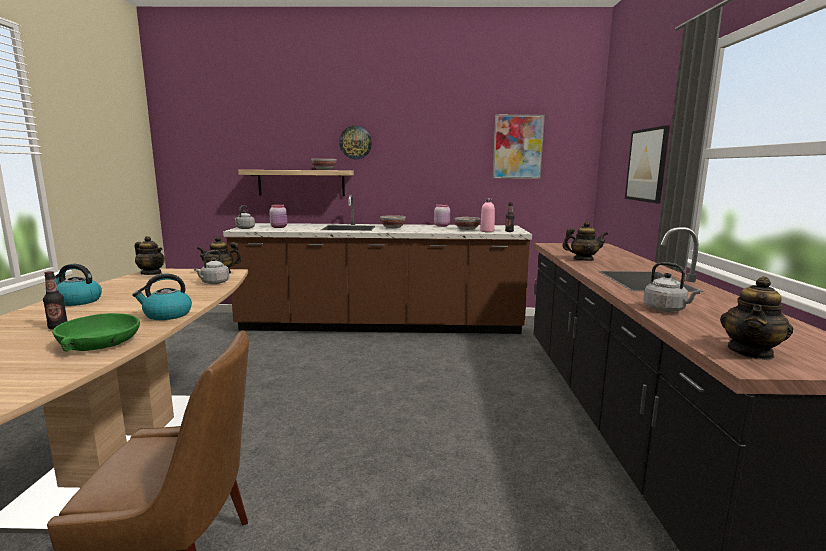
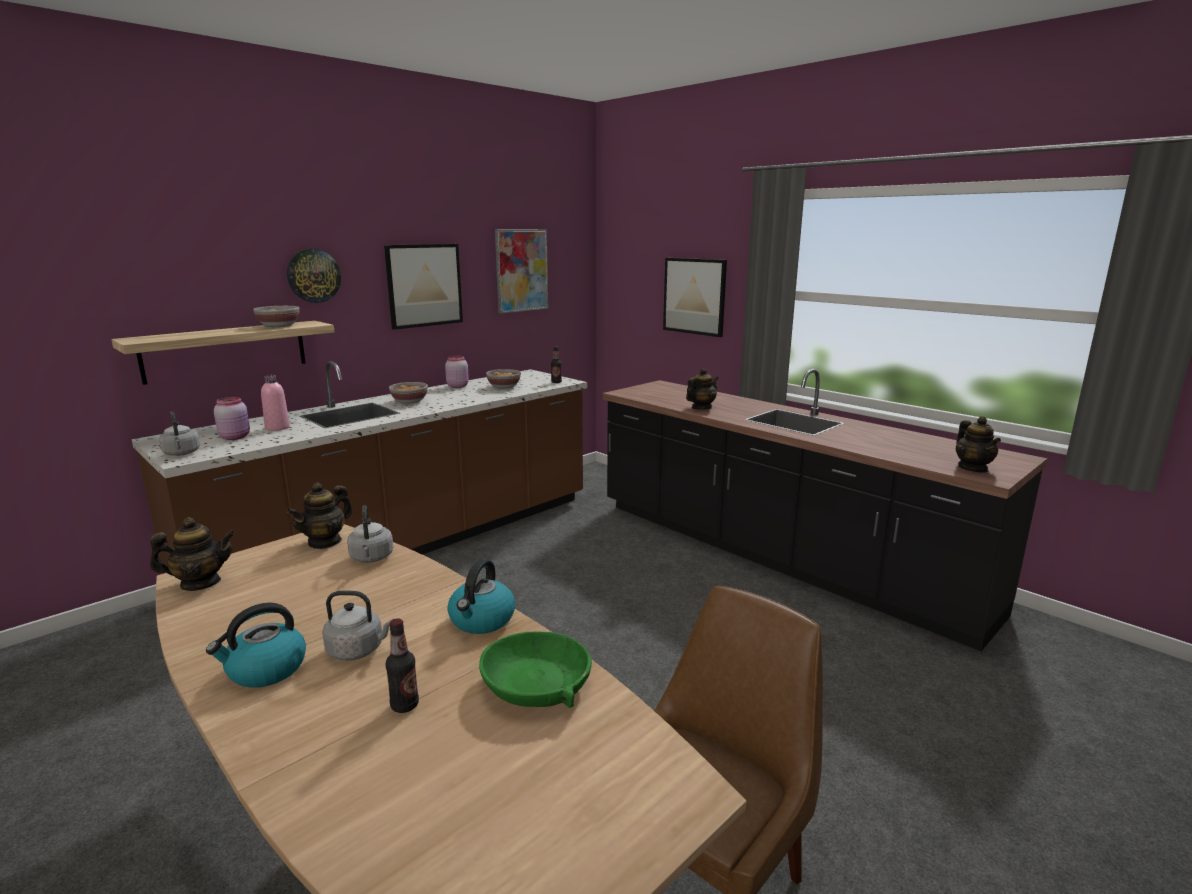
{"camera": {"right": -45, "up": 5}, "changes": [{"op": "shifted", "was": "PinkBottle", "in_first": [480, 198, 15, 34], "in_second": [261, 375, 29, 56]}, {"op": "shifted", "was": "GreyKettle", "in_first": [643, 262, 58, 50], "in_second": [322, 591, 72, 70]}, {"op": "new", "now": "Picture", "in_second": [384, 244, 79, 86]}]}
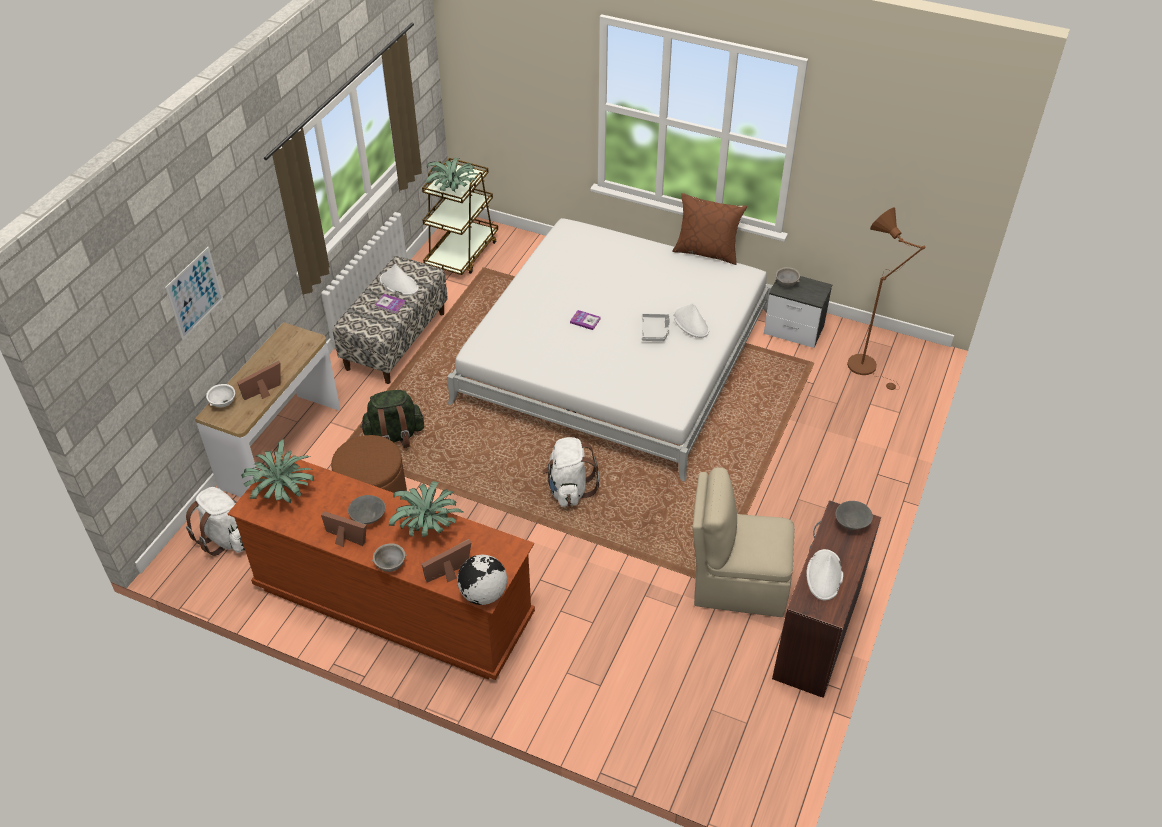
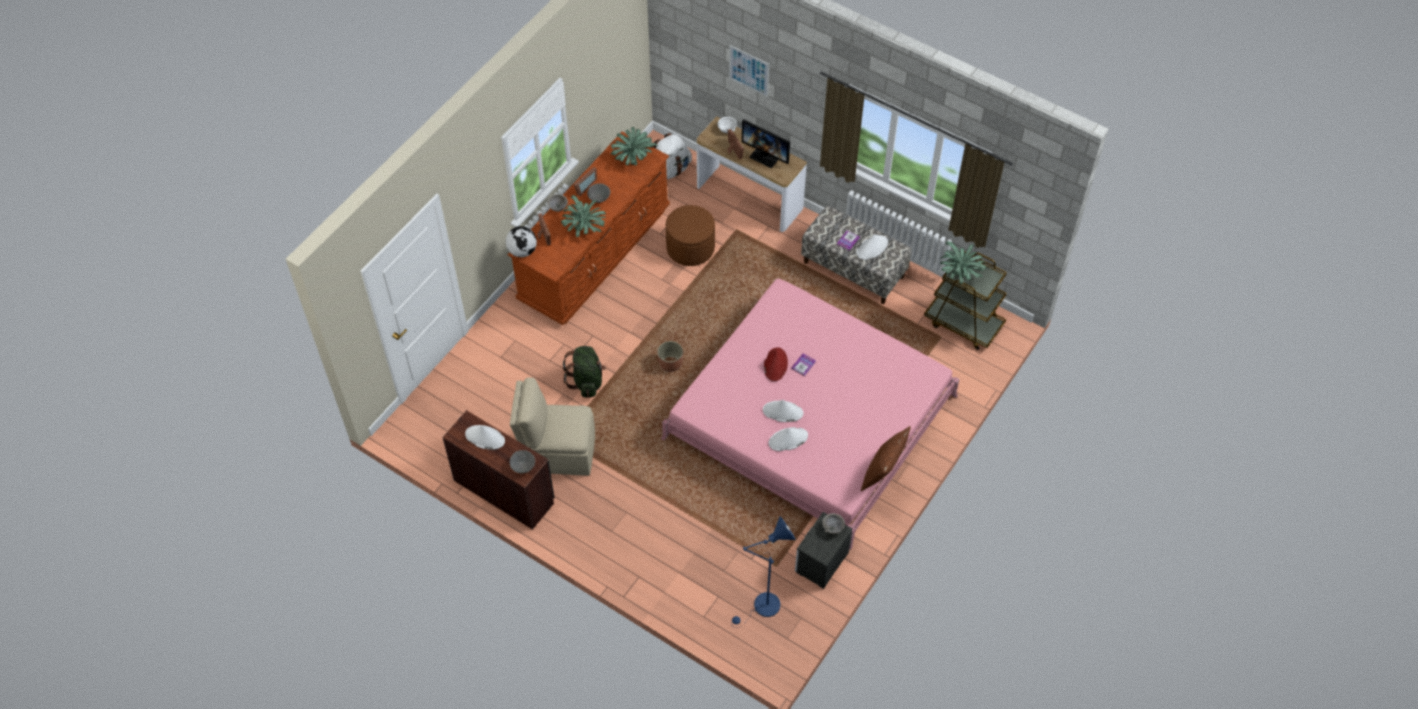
{"camera": {"right": 100, "up": 10}, "changes": [{"op": "repainted", "was": "BrownFloorLamp", "now": "BlueFloorLamp", "in_first": [847, 208, 79, 182], "in_second": [731, 516, 65, 111]}, {"op": "repainted", "was": "WhiteBed", "now": "PinkBed", "in_first": [447, 218, 326, 264], "in_second": [661, 279, 299, 271]}, {"op": "swapped", "was": "GreyTray", "now": "WhiteHat", "in_first": [642, 314, 28, 27], "in_second": [763, 400, 41, 22]}, {"op": "shifted", "was": "GreenBackpack", "in_first": [360, 390, 64, 58], "in_second": [563, 346, 43, 52]}, {"op": "swapped", "was": "WhiteBackpack", "now": "Planter", "in_first": [542, 437, 58, 70], "in_second": [657, 341, 26, 31]}, {"op": "rotated", "was": "BeigeChair", "in_first": [692, 467, 103, 150], "in_second": [510, 377, 85, 99], "clockwise": -105}, {"op": "new", "now": "Monitor", "in_second": [742, 119, 48, 49]}, {"op": "new", "now": "RedHat", "in_second": [764, 347, 24, 34]}]}
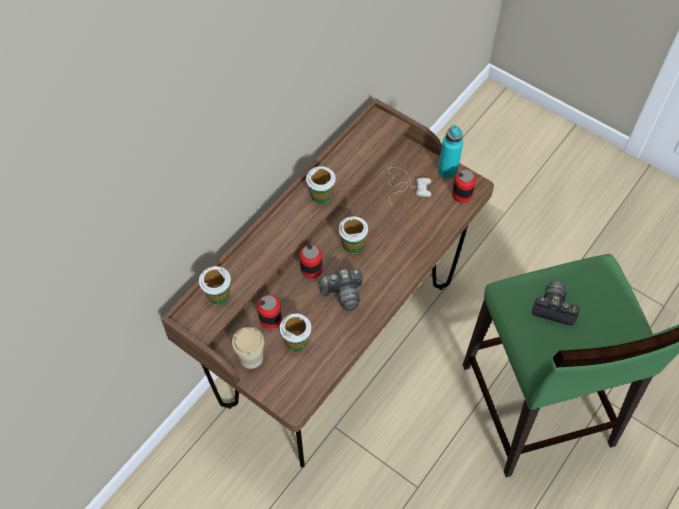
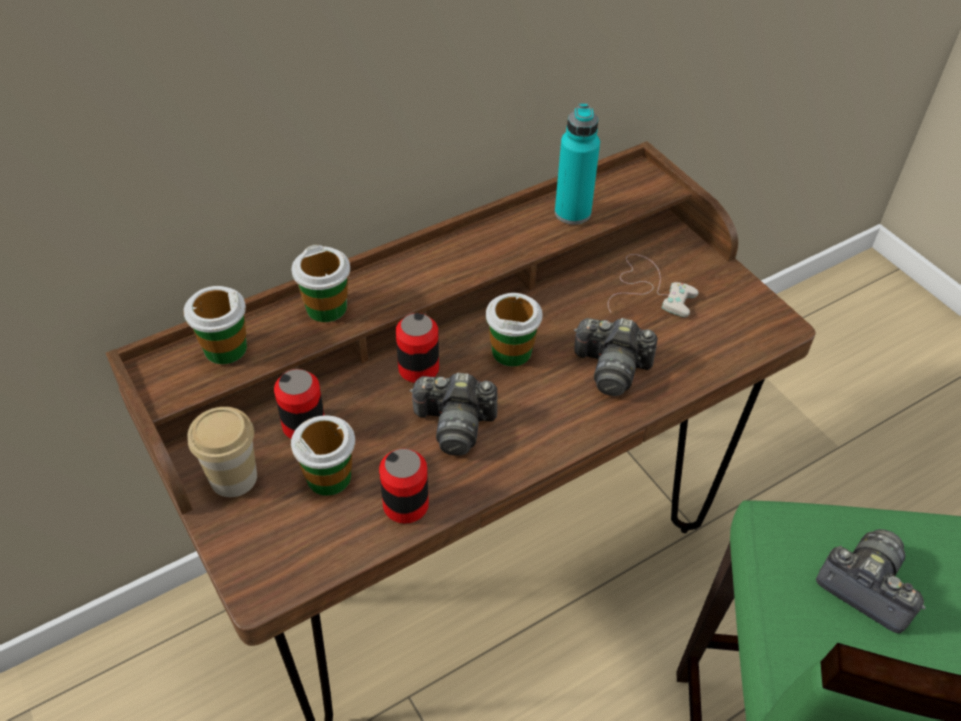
{"camera": {"right": 20, "up": -10}, "changes": [{"op": "shifted", "was": "TurquoiseBottle", "in_first": [438, 125, 25, 54], "in_second": [555, 103, 45, 122]}, {"op": "shifted", "was": "Cup", "in_first": [306, 166, 30, 38], "in_second": [291, 245, 59, 77]}, {"op": "shifted", "was": "Can", "in_first": [452, 170, 24, 33], "in_second": [379, 449, 50, 74]}, {"op": "new", "now": "PhotoCamera", "in_second": [574, 318, 84, 78]}]}
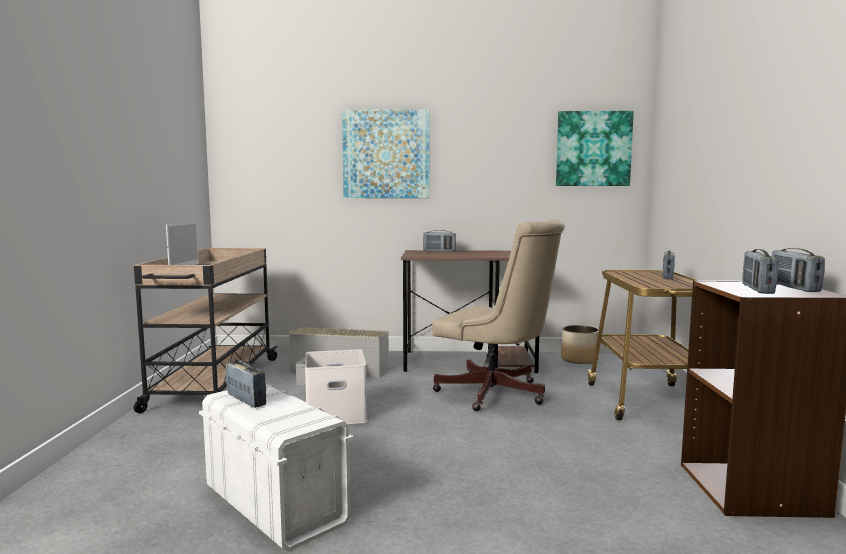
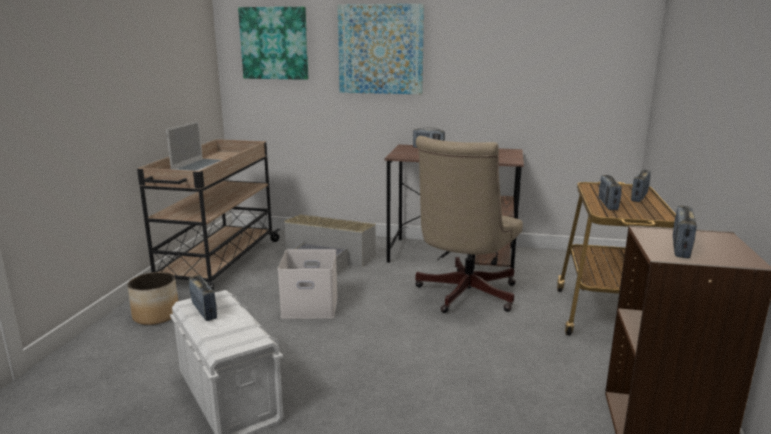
{"camera": {"right": 10, "up": 10}, "changes": [{"op": "shifted", "was": "Picture", "in_first": [556, 111, 78, 75], "in_second": [238, 7, 70, 73]}, {"op": "rotated", "was": "BeigeOfficeChair", "in_first": [432, 219, 133, 192], "in_second": [415, 136, 108, 177], "clockwise": 75}, {"op": "shifted", "was": "Radio", "in_first": [772, 248, 53, 44], "in_second": [599, 175, 23, 35]}, {"op": "shifted", "was": "Planter", "in_first": [561, 325, 38, 39], "in_second": [128, 272, 50, 53]}]}
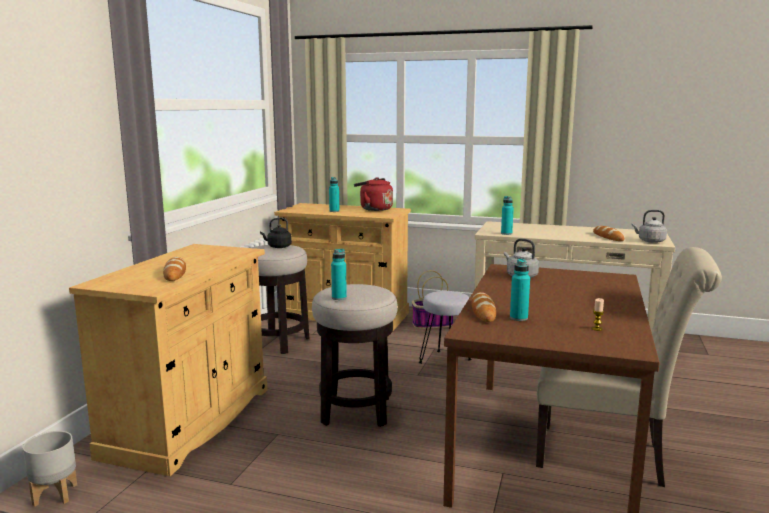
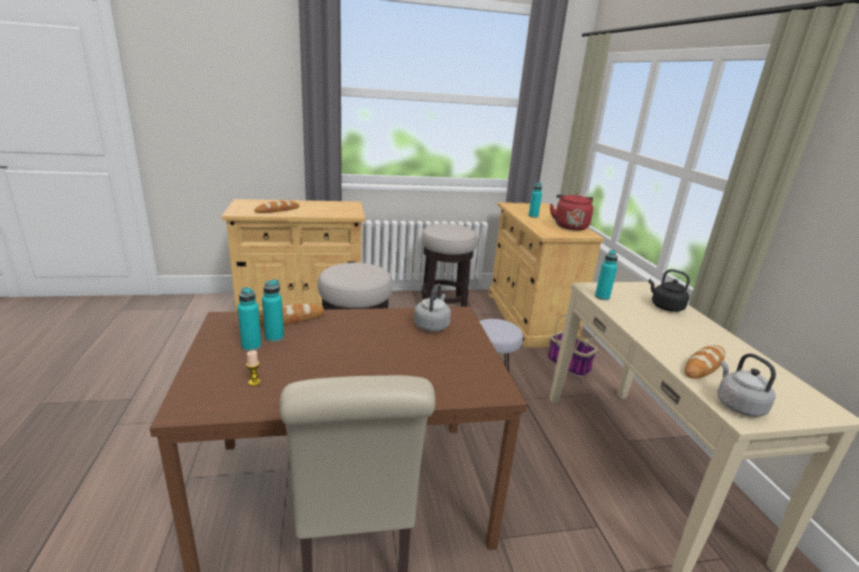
{"camera": {"right": 60, "up": 10}, "changes": [{"op": "shifted", "was": "BlackKettle", "in_first": [260, 218, 32, 30], "in_second": [648, 269, 42, 43]}, {"op": "shifted", "was": "TurquoiseBottle", "in_first": [331, 249, 16, 51], "in_second": [238, 287, 24, 64]}, {"op": "gone", "was": "GreyPlanter", "in_first": [23, 431, 54, 76]}]}
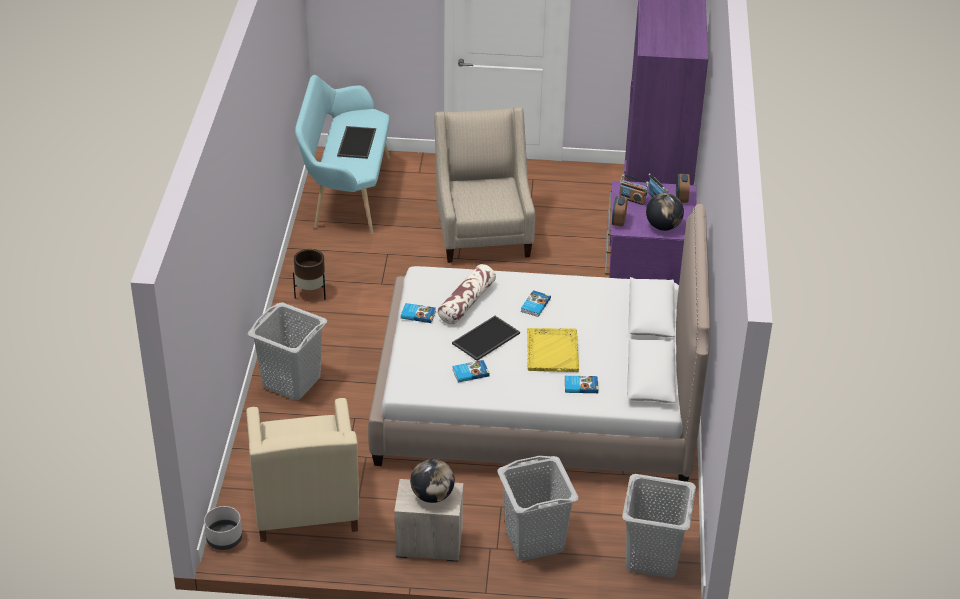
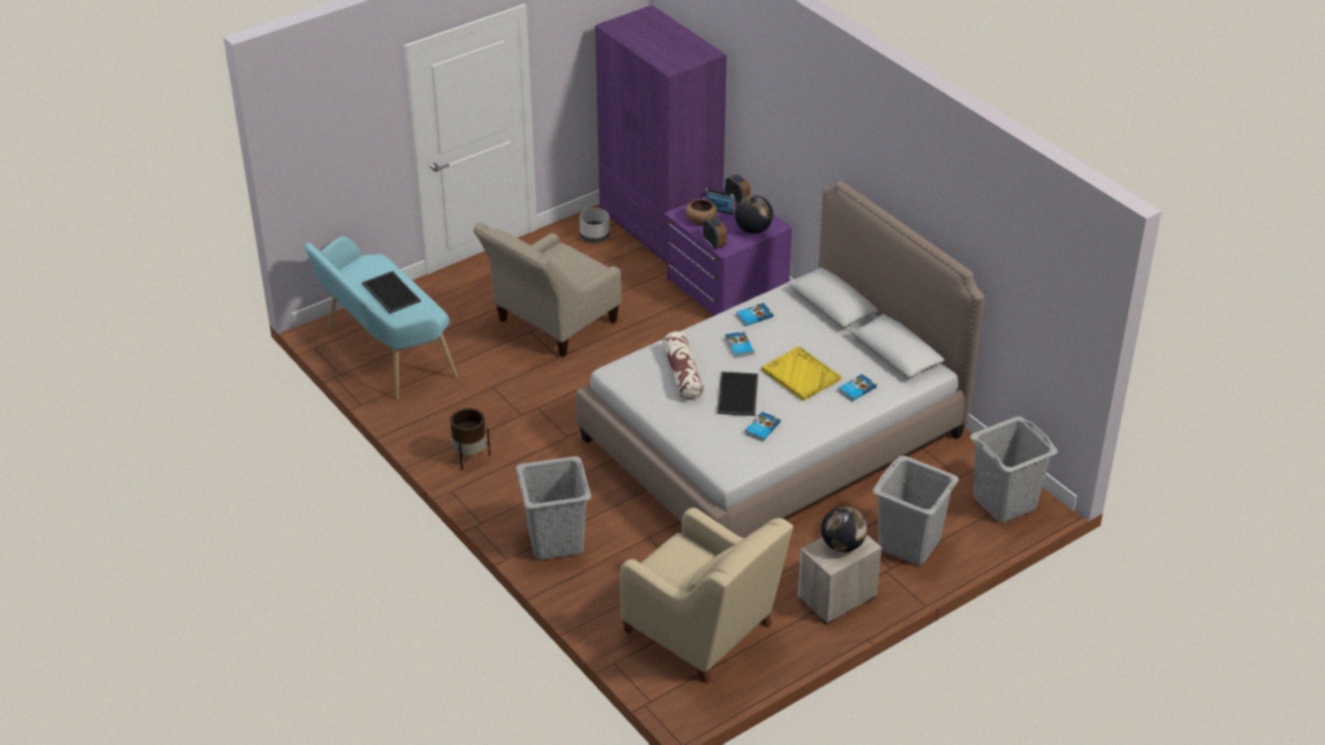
{"camera": {"right": -40, "up": 0}, "changes": [{"op": "rotated", "was": "BeigeArmchair", "in_first": [434, 107, 101, 156], "in_second": [473, 222, 148, 135], "clockwise": -90}, {"op": "swapped", "was": "Radio", "now": "BrownBowl", "in_first": [619, 174, 30, 31], "in_second": [685, 199, 32, 26]}, {"op": "shifted", "was": "Book", "in_first": [401, 303, 35, 20], "in_second": [736, 303, 37, 23]}, {"op": "shifted", "was": "GreyPlanter", "in_first": [204, 506, 38, 44], "in_second": [579, 208, 31, 35]}]}
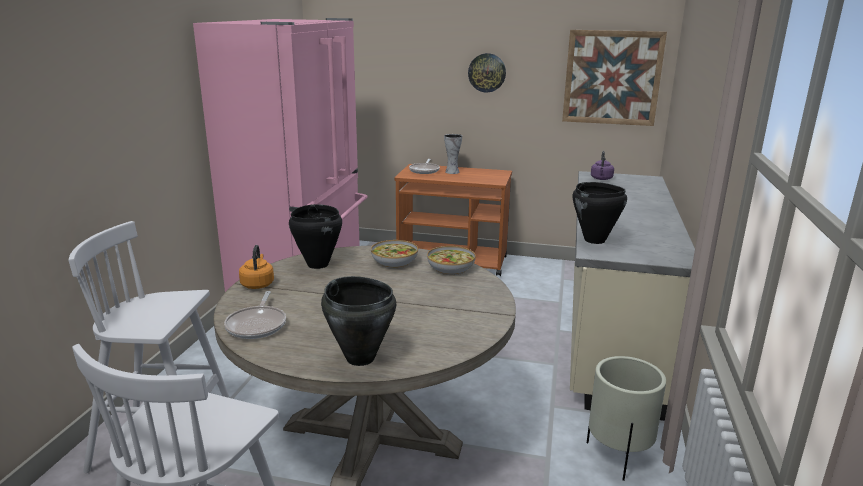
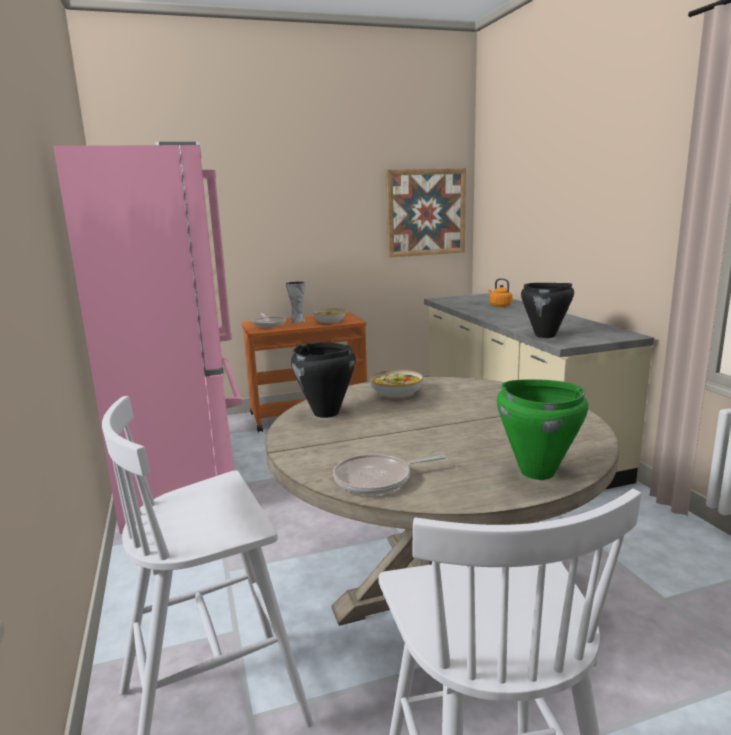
{"camera": {"right": -30, "up": -5}, "changes": [{"op": "gone", "was": "WallClock", "in_first": [468, 53, 38, 40]}, {"op": "gone", "was": "PurpleKettle", "in_first": [591, 151, 23, 29]}, {"op": "shifted", "was": "OrangeKettle", "in_first": [239, 245, 35, 44], "in_second": [488, 278, 25, 29]}, {"op": "shifted", "was": "Bowl", "in_first": [427, 246, 49, 29], "in_second": [313, 308, 33, 16]}, {"op": "repainted", "was": "BlackCookingPot", "now": "GreenCookingPot", "in_first": [321, 276, 75, 90], "in_second": [497, 379, 91, 101]}, {"op": "rotated", "was": "FryingPan", "in_first": [224, 291, 62, 48], "in_second": [333, 454, 113, 41], "clockwise": 105}, {"op": "gone", "was": "BeigePlanter", "in_first": [587, 356, 79, 125]}]}
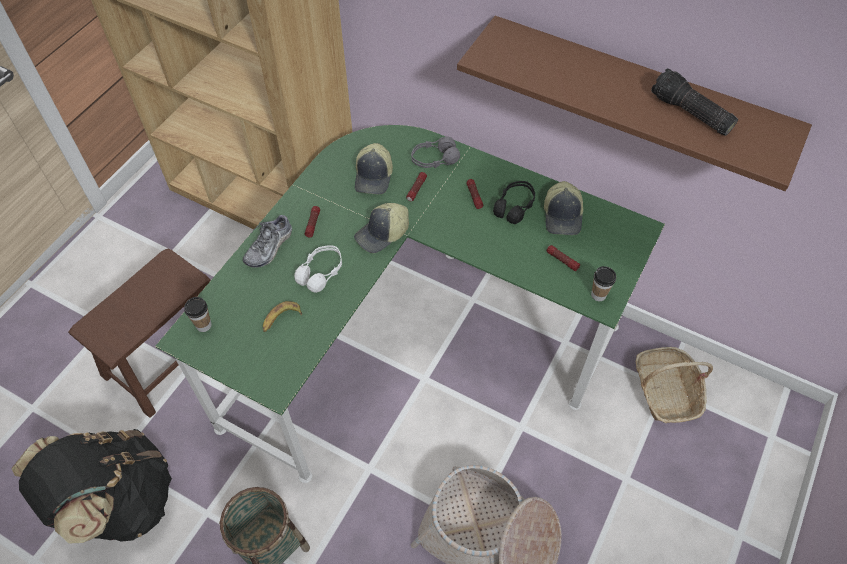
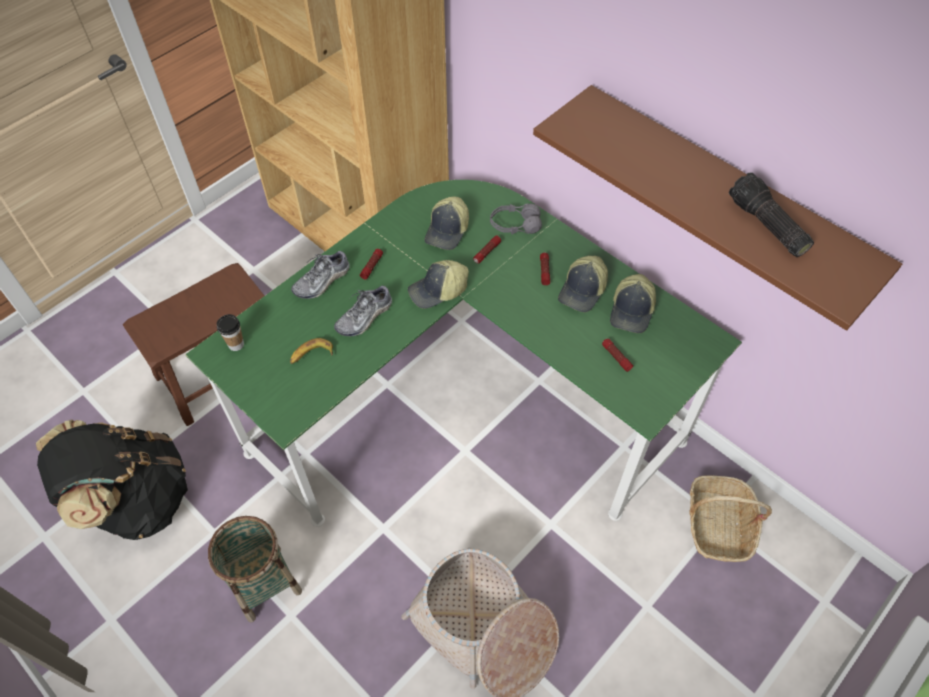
{"camera": {"right": 15, "up": 0}, "changes": [{"op": "swapped", "was": "BlackHeadphones", "now": "Cap", "in_first": [493, 181, 42, 43], "in_second": [558, 256, 50, 56]}, {"op": "swapped", "was": "WhiteHeadphones", "now": "Shoe", "in_first": [294, 245, 48, 48], "in_second": [334, 285, 58, 51]}, {"op": "gone", "was": "Cup", "in_first": [591, 266, 25, 35]}]}
